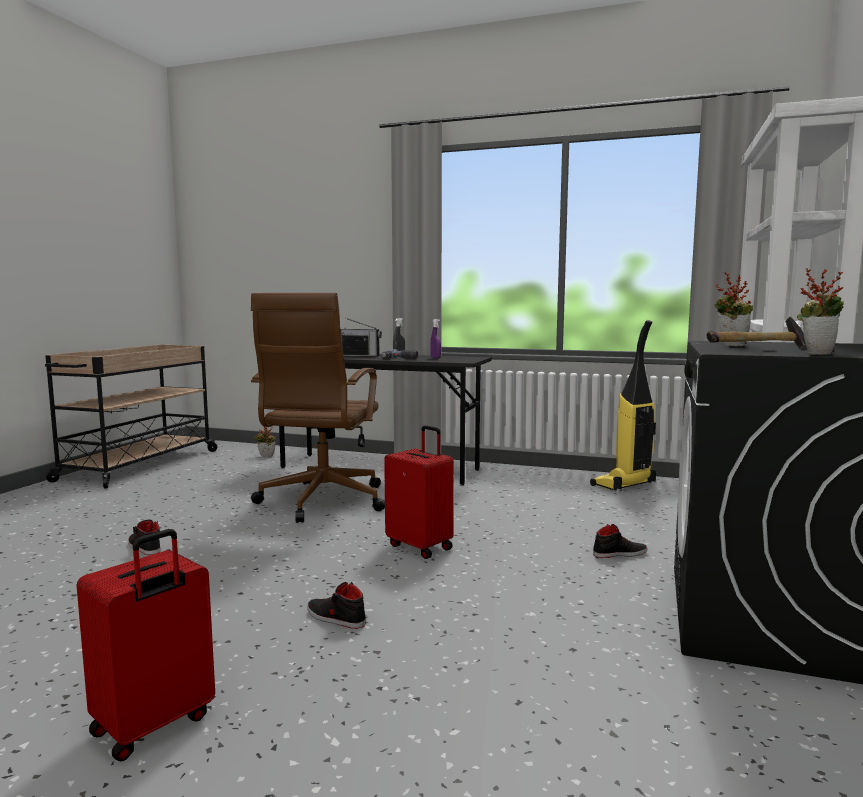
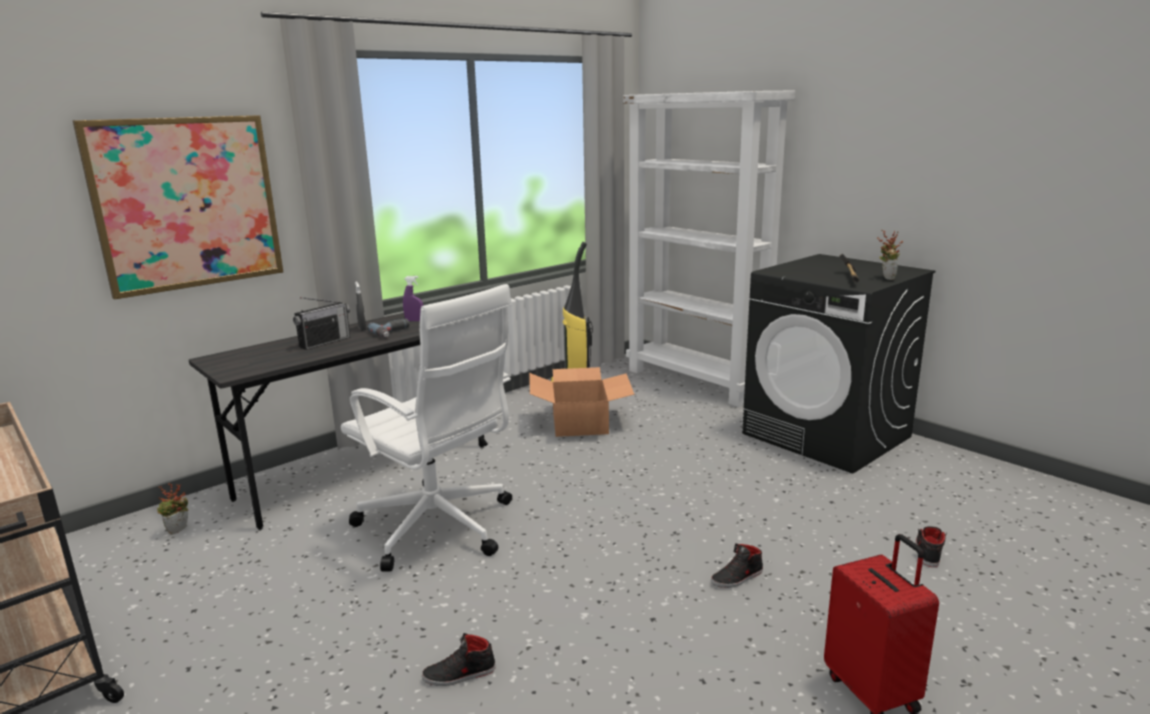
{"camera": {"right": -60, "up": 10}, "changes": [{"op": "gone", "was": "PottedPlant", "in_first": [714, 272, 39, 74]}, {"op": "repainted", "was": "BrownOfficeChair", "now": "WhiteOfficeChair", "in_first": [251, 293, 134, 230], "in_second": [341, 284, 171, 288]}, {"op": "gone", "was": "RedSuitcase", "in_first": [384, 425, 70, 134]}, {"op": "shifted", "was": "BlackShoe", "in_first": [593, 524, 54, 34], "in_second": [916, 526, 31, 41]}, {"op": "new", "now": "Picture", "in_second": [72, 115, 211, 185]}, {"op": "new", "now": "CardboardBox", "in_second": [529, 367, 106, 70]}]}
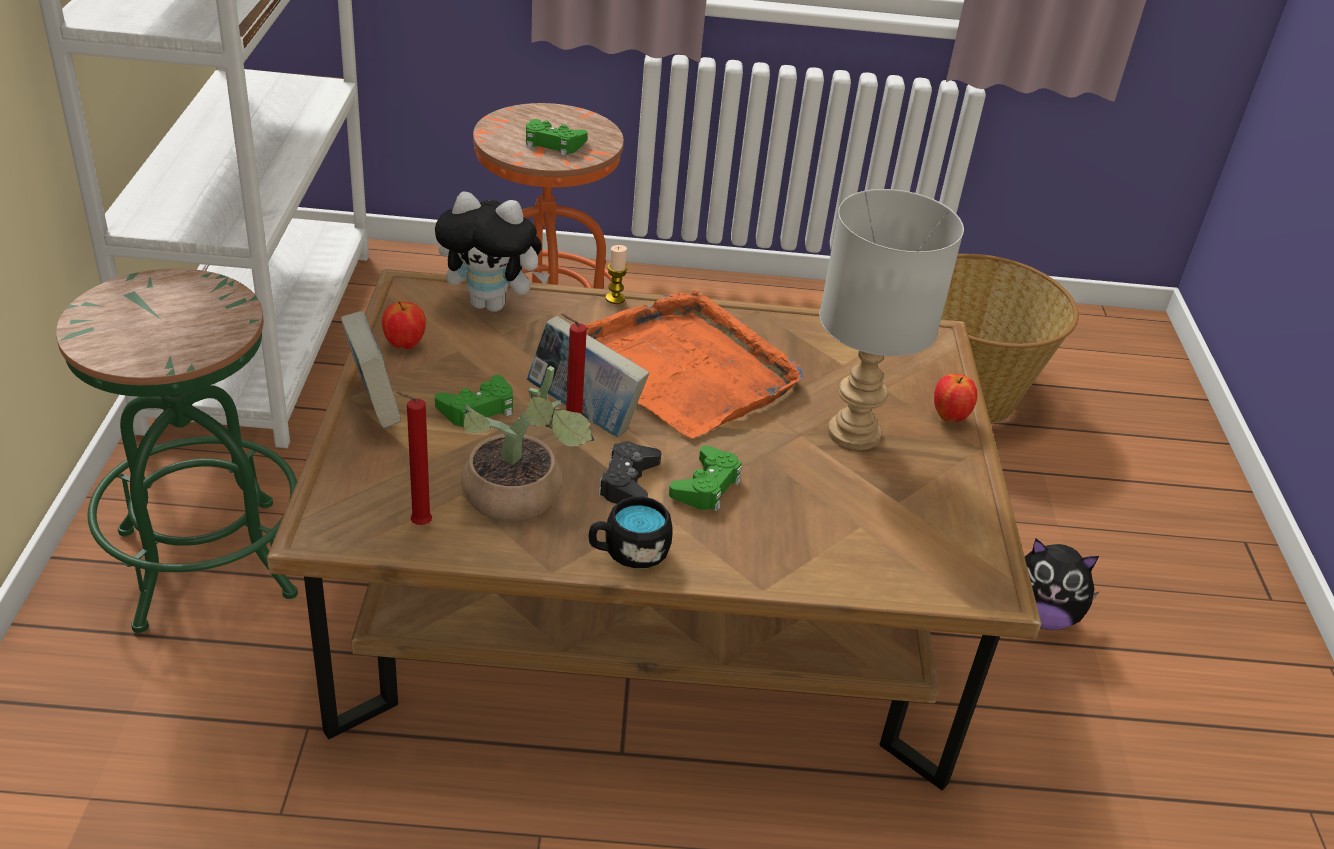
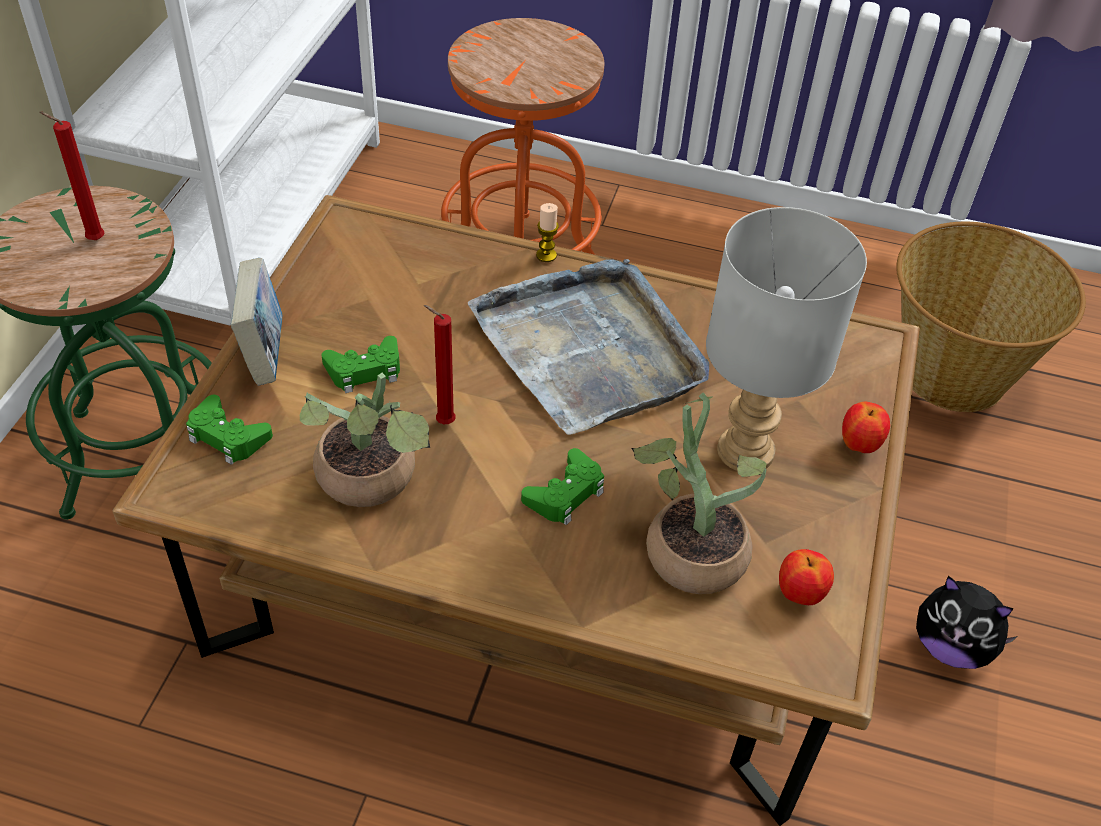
{"camera": {"right": 15, "up": 10}, "changes": [{"op": "shifted", "was": "GreenGameController", "in_first": [526, 119, 62, 37], "in_second": [186, 395, 87, 70]}, {"op": "gone", "was": "PlushToy", "in_first": [435, 191, 115, 121]}, {"op": "repainted", "was": "OrangeTray", "now": "GreyTray", "in_first": [585, 290, 219, 148], "in_second": [468, 259, 241, 176]}, {"op": "shifted", "was": "Apple", "in_first": [382, 301, 44, 48], "in_second": [779, 549, 55, 56]}, {"op": "gone", "was": "Book", "in_first": [527, 316, 122, 121]}, {"op": "shifted", "was": "RedCandle", "in_first": [396, 392, 36, 133], "in_second": [39, 111, 65, 129]}, {"op": "gone", "was": "BlackGameController", "in_first": [598, 442, 63, 62]}, {"op": "gone", "was": "BlackMug", "in_first": [589, 496, 84, 72]}, {"op": "new", "now": "PottedPlant", "in_second": [632, 392, 135, 202]}]}
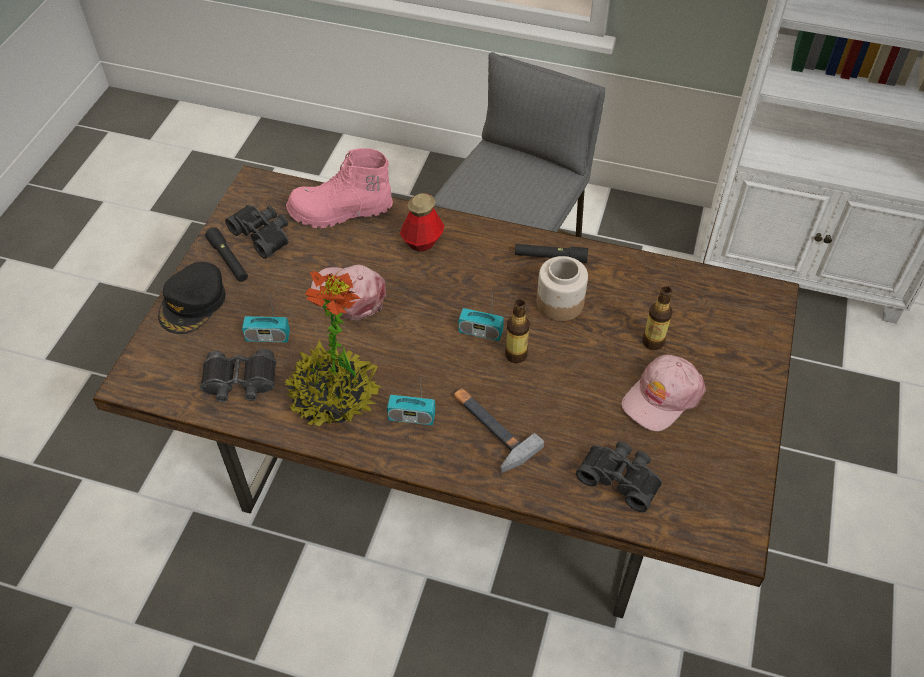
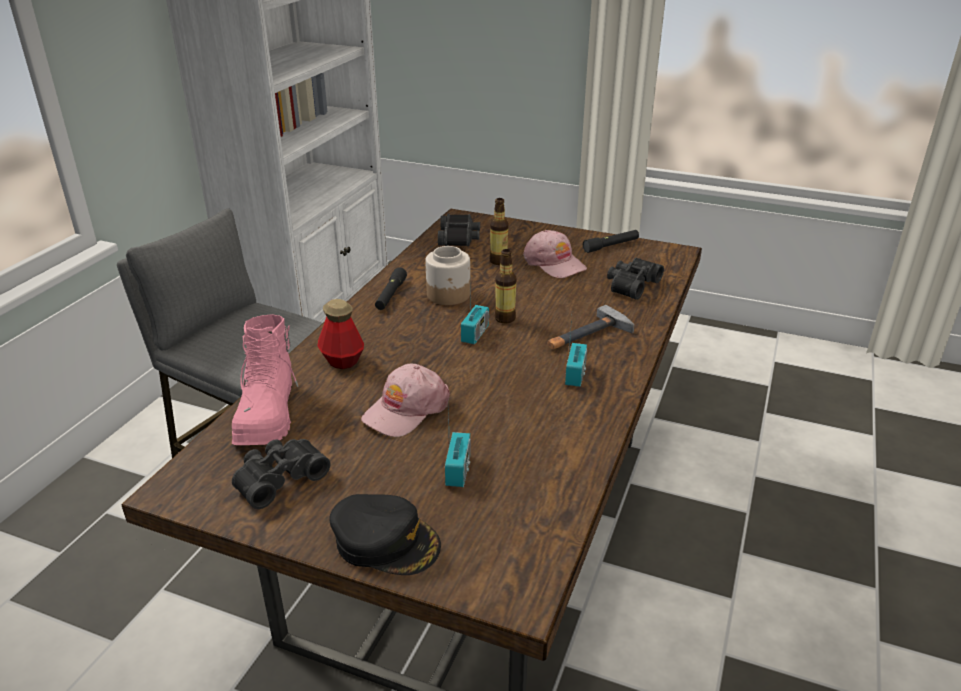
{"camera": {"right": -85, "up": -20}, "changes": [{"op": "shifted", "was": "BlackFlashlight", "in_first": [205, 227, 43, 55], "in_second": [583, 230, 56, 23]}, {"op": "gone", "was": "PottedPlant", "in_first": [283, 271, 99, 155]}, {"op": "shifted", "was": "BlackBinoculars", "in_first": [200, 349, 76, 53], "in_second": [438, 214, 42, 32]}]}
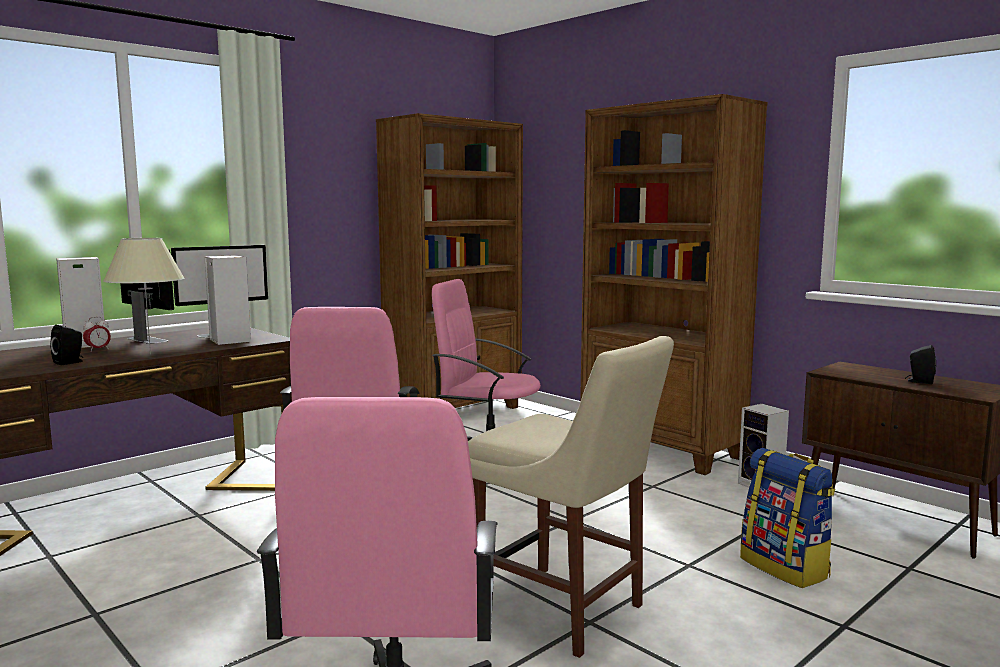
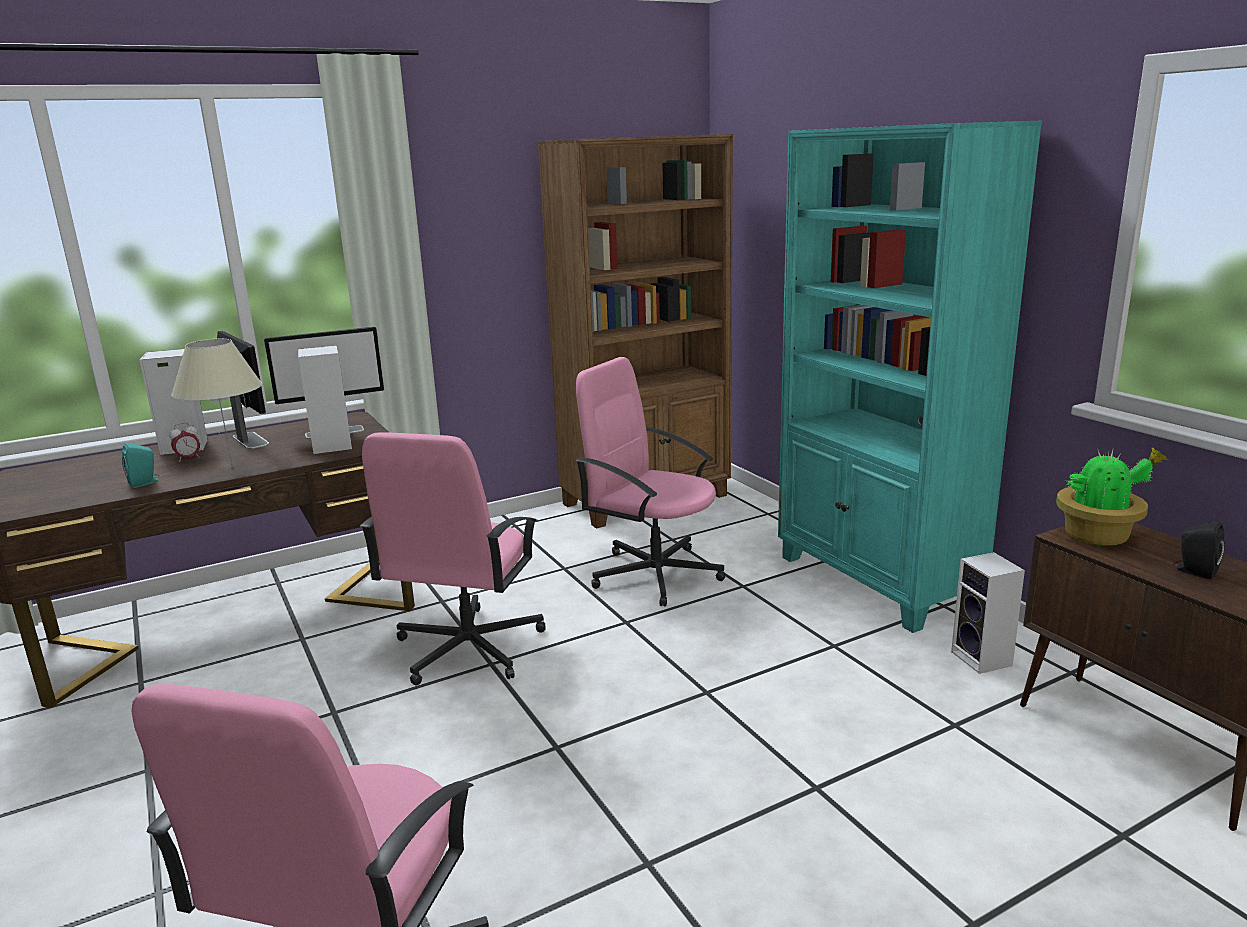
{"camera": {"right": 15, "up": 10}, "changes": [{"op": "repainted", "was": "BrownBookcase", "now": "TurquoiseBookcase", "in_first": [580, 94, 188, 381], "in_second": [778, 121, 264, 512]}, {"op": "repainted", "was": "BlackSpeaker", "now": "TurquoiseSpeaker", "in_first": [50, 325, 33, 40], "in_second": [122, 443, 38, 45]}, {"op": "gone", "was": "BeigeChair", "in_first": [468, 336, 206, 322]}, {"op": "gone", "was": "Backpack", "in_first": [740, 448, 95, 140]}, {"op": "new", "now": "PottedPlant", "in_second": [1056, 447, 112, 99]}]}
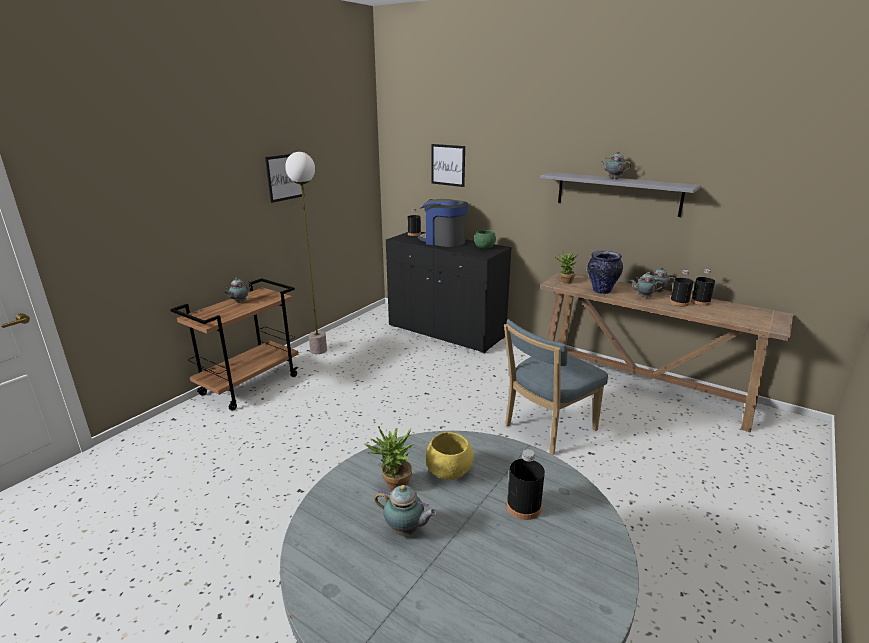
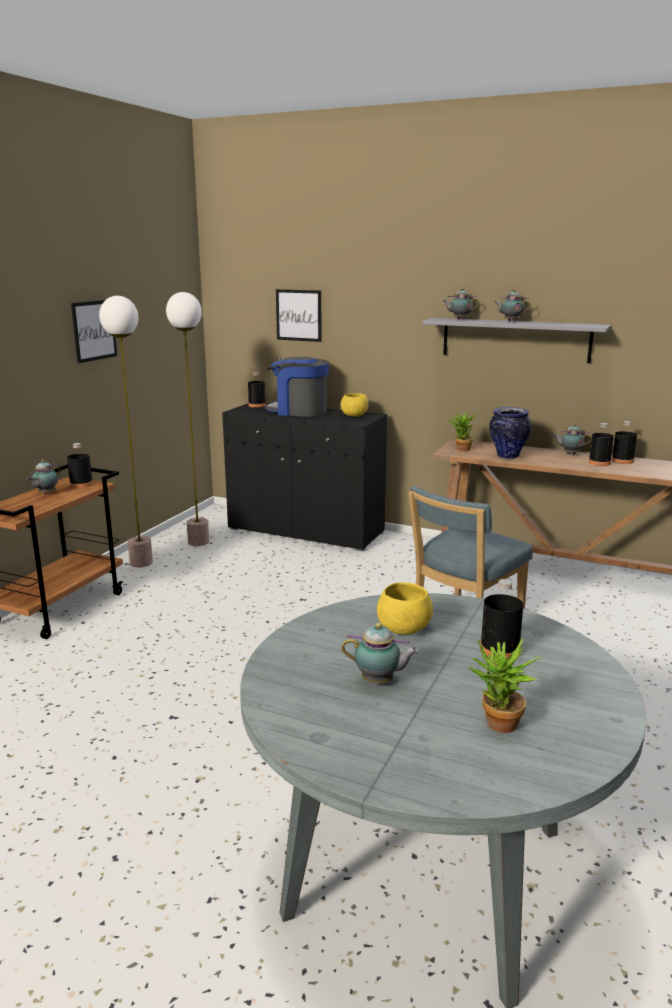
{"camera": {"right": -10, "up": -5}, "changes": [{"op": "repainted", "was": "GreenBowl", "now": "YellowBowl", "in_first": [474, 230, 22, 19], "in_second": [341, 393, 27, 24]}, {"op": "shifted", "was": "Teapot", "in_first": [630, 272, 33, 26], "in_second": [443, 288, 36, 32]}, {"op": "shifted", "was": "PottedPlant", "in_first": [366, 426, 49, 65], "in_second": [468, 639, 74, 94]}, {"op": "new", "now": "FloorLamp", "in_second": [166, 292, 43, 254]}, {"op": "new", "now": "BlackBottle", "in_second": [67, 443, 26, 45]}]}
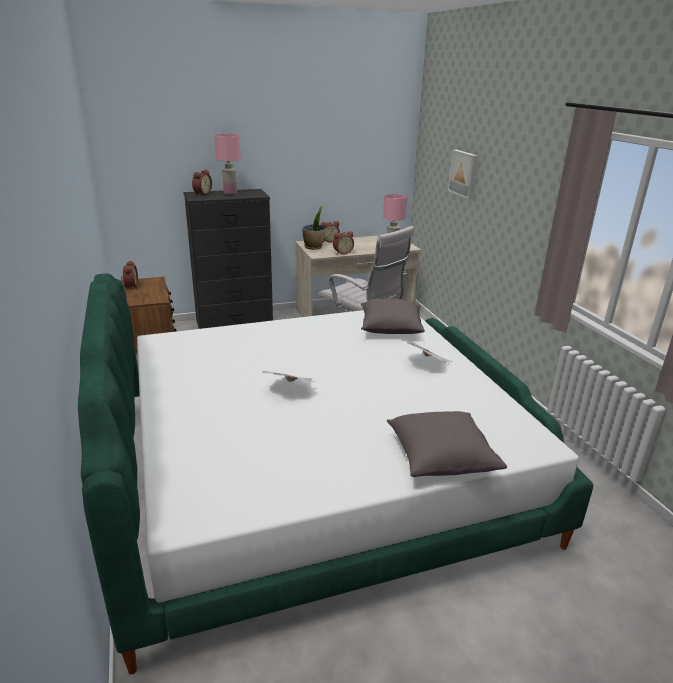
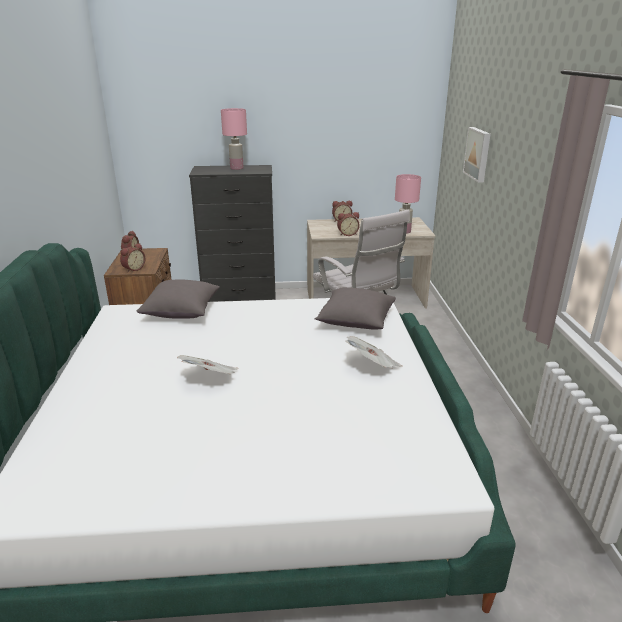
{"camera": {"right": 15, "up": 0}, "changes": [{"op": "shifted", "was": "AlarmClock", "in_first": [192, 169, 20, 27], "in_second": [120, 243, 25, 29]}, {"op": "gone", "was": "PottedPlant", "in_first": [302, 204, 23, 46]}, {"op": "shifted", "was": "GreyPillow", "in_first": [387, 411, 120, 66], "in_second": [137, 279, 83, 40]}]}
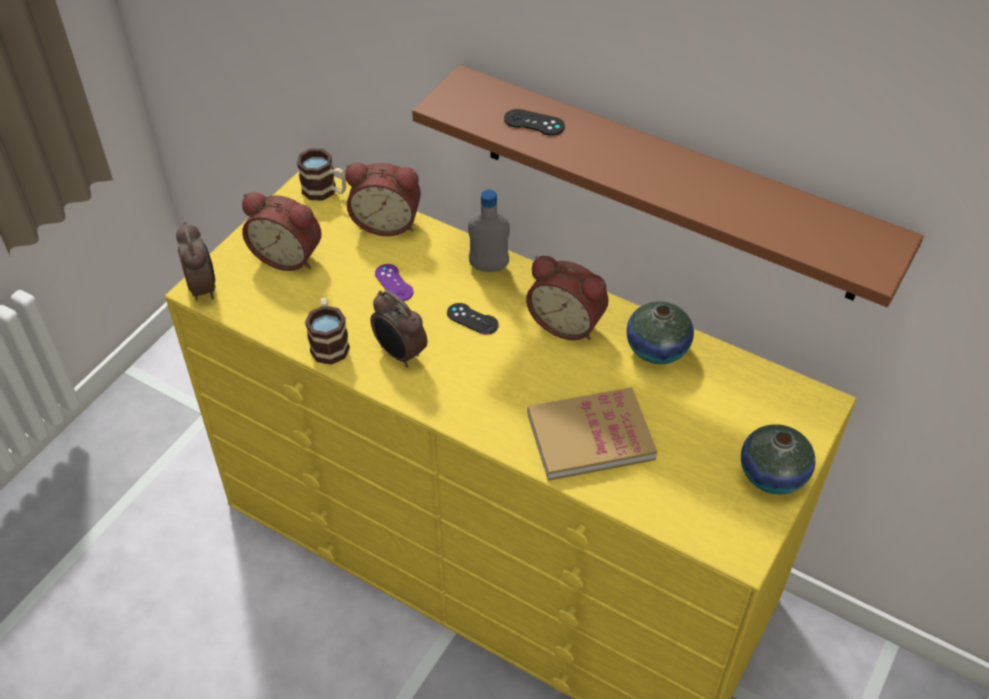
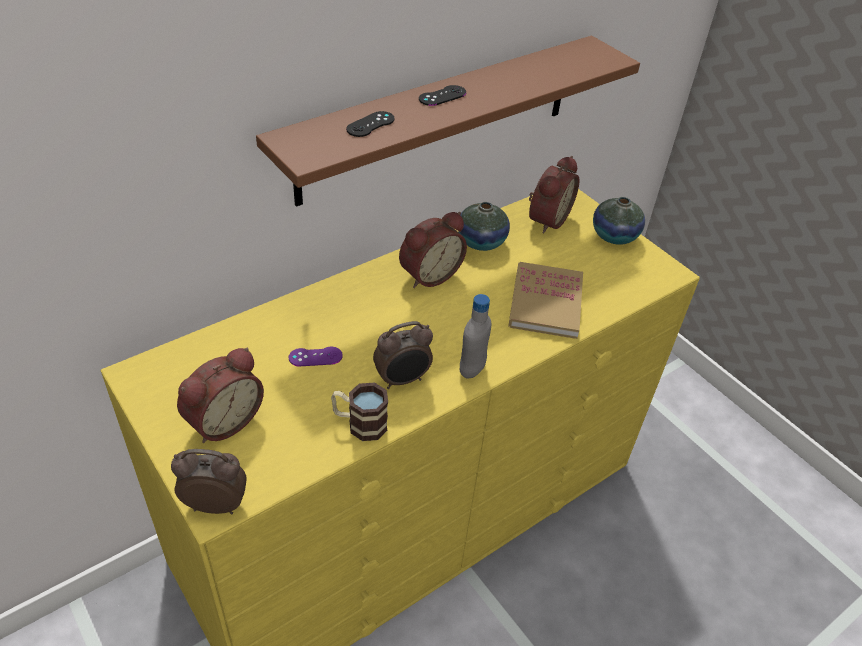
{"camera": {"right": -70, "up": -5}, "changes": [{"op": "gone", "was": "Mug", "in_first": [297, 148, 49, 53]}, {"op": "shifted", "was": "AlarmClock", "in_first": [345, 163, 76, 73], "in_second": [529, 156, 51, 77]}, {"op": "shifted", "was": "GreyBottle", "in_first": [468, 189, 42, 83], "in_second": [460, 294, 31, 85]}, {"op": "shifted", "was": "BlackGameController", "in_first": [447, 303, 52, 32], "in_second": [419, 85, 47, 21]}]}
